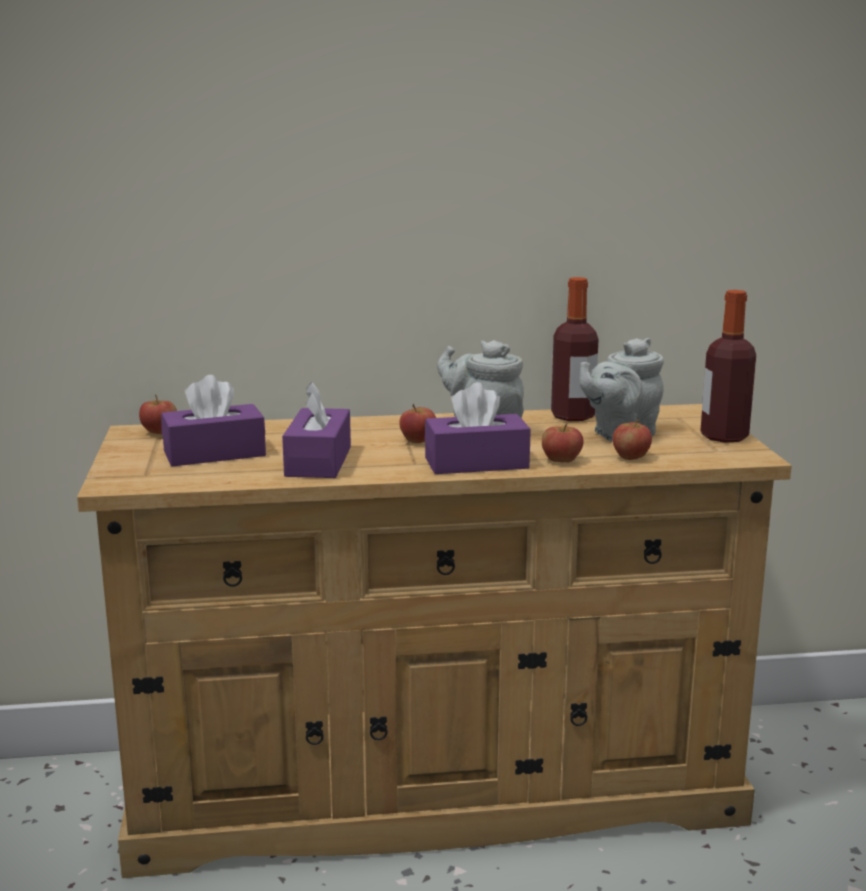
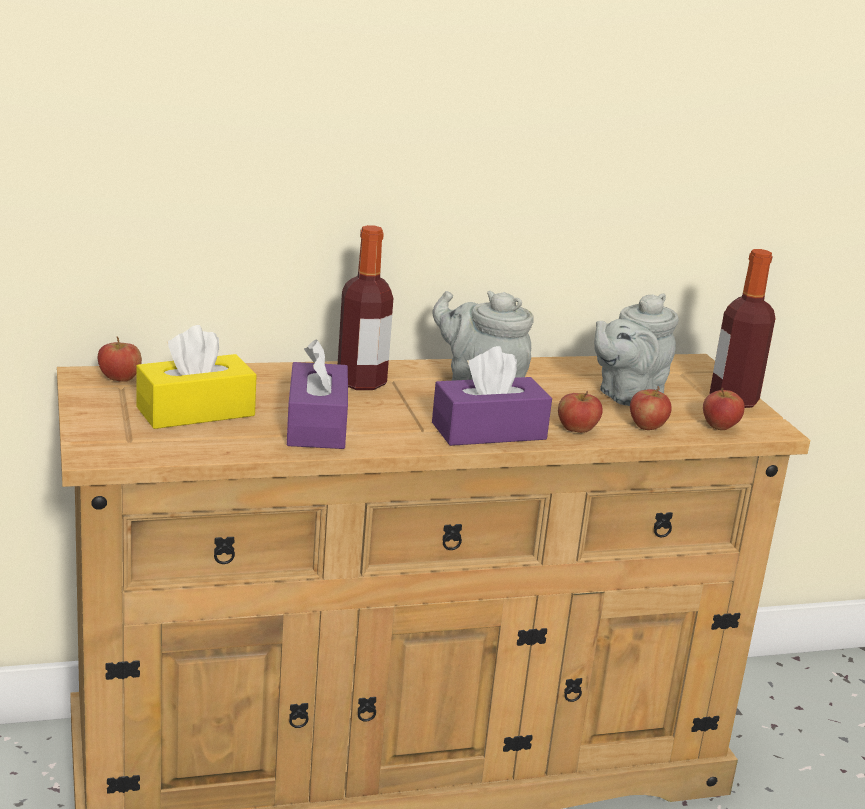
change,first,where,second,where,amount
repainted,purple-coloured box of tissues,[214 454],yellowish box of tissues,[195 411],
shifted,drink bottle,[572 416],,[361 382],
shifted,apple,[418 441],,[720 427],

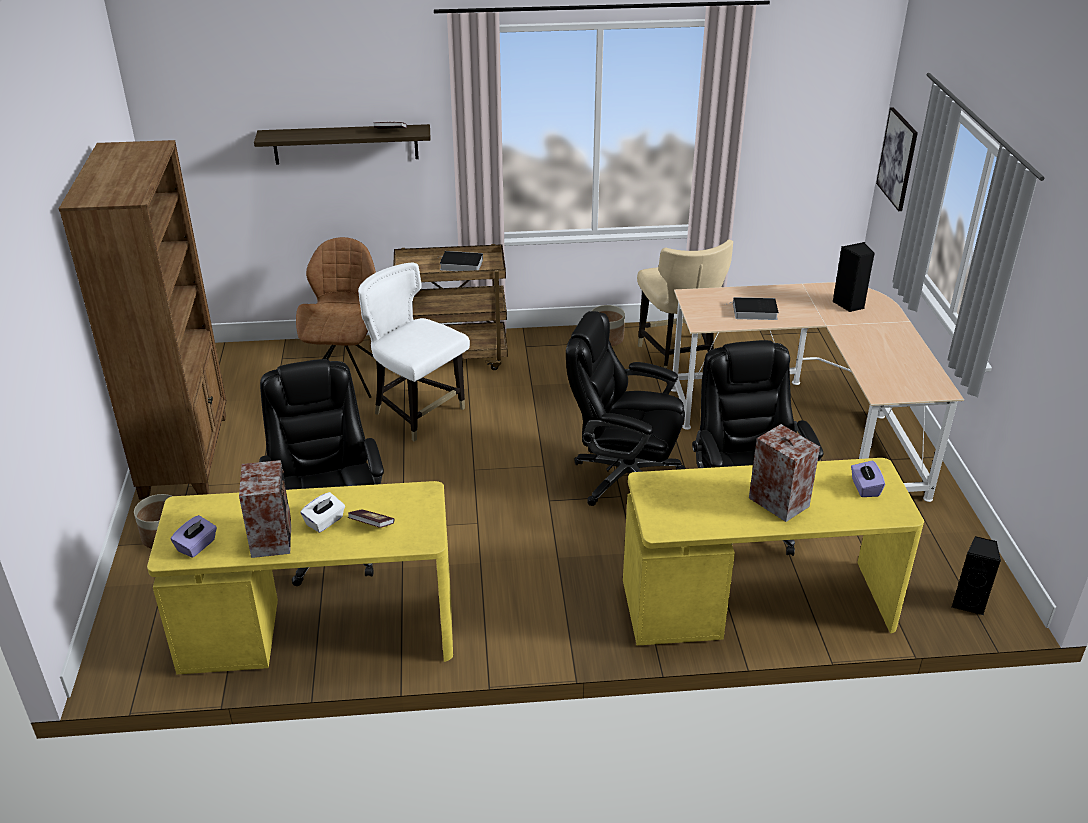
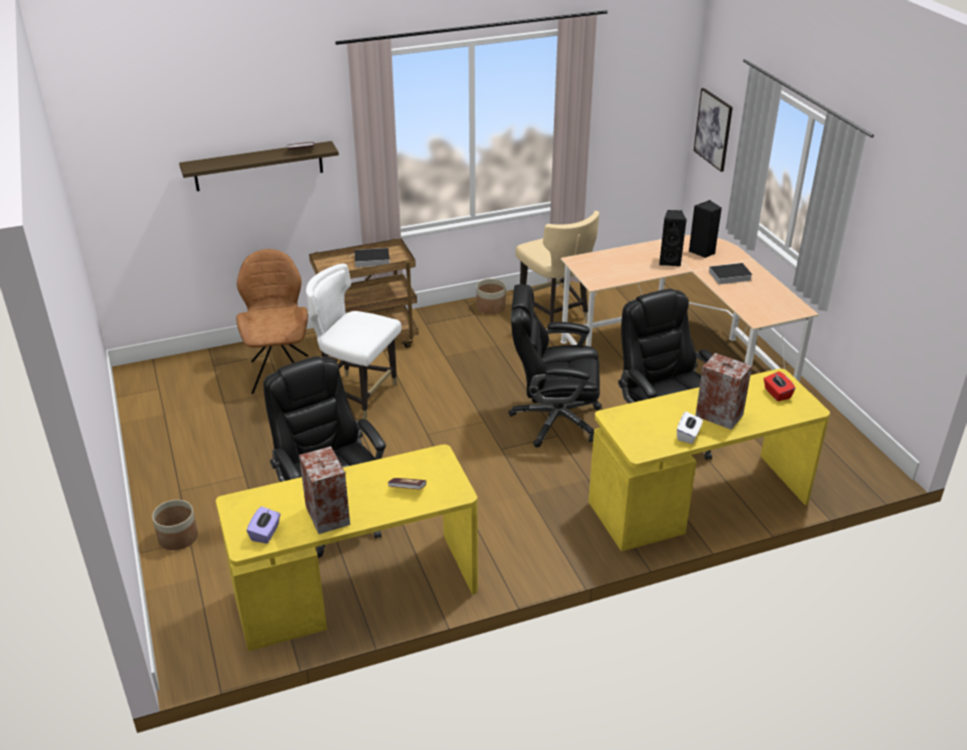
change,first,where,second,where,amount
shifted,blackish loudspeaker,[968 602],,[669 261],
shifted,white box of tissues,[325 522],,[688 435],
shifted,volume,[753 311],,[729 276],
repainted,purple-coloured box of tissues,[864 488],reddish box of tissues,[777 394],
gone,brown shelving unit,[186 454],,,

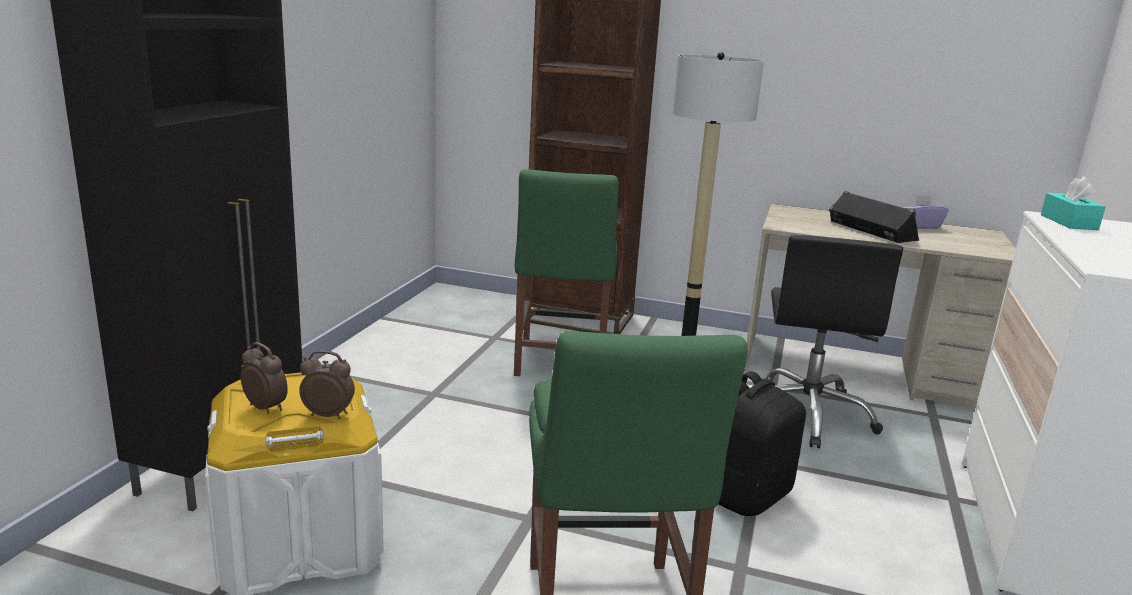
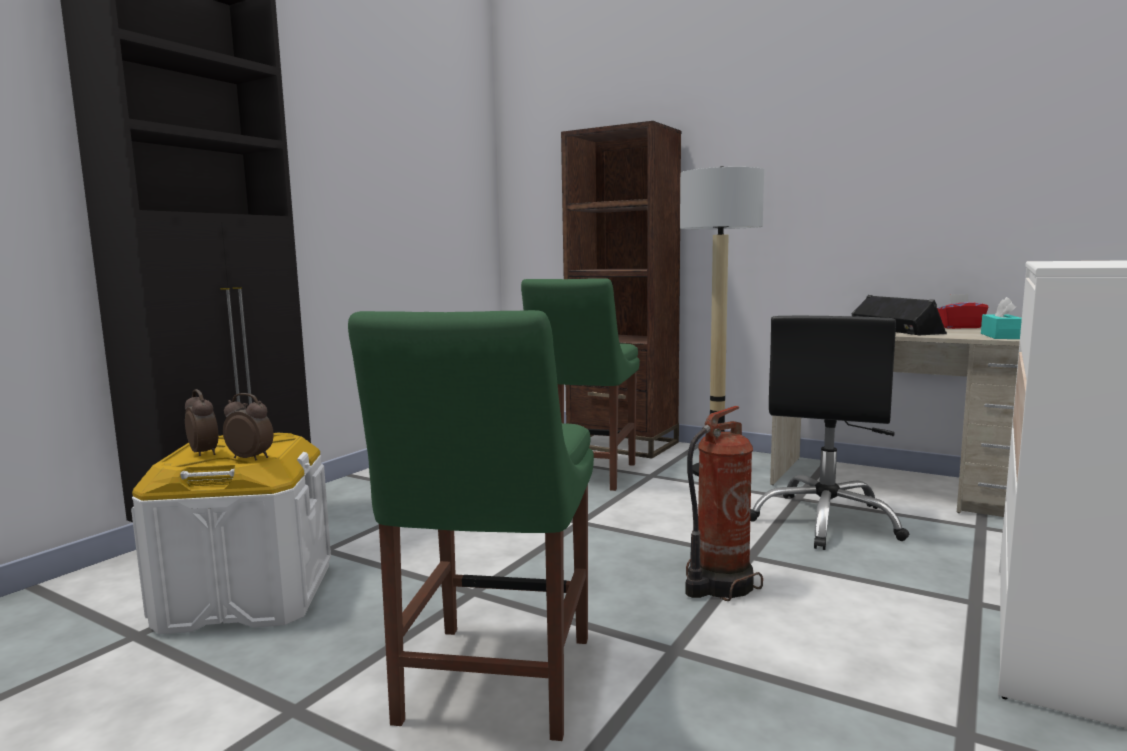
change,first,where,second,where,amount
swapped,blackish backpack,[747 495],fire-fighting cylinder,[718 586],
repainted,purple-coloured box of tissues,[919 226],reddish box of tissues,[958 327],
shifted,turquoise-coloured box of tissues,[1068 222],,[1000 336],

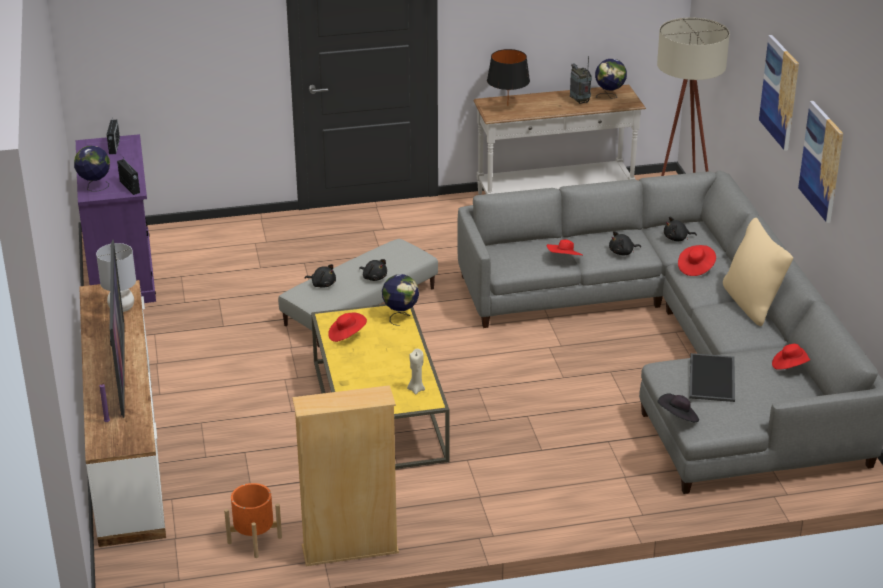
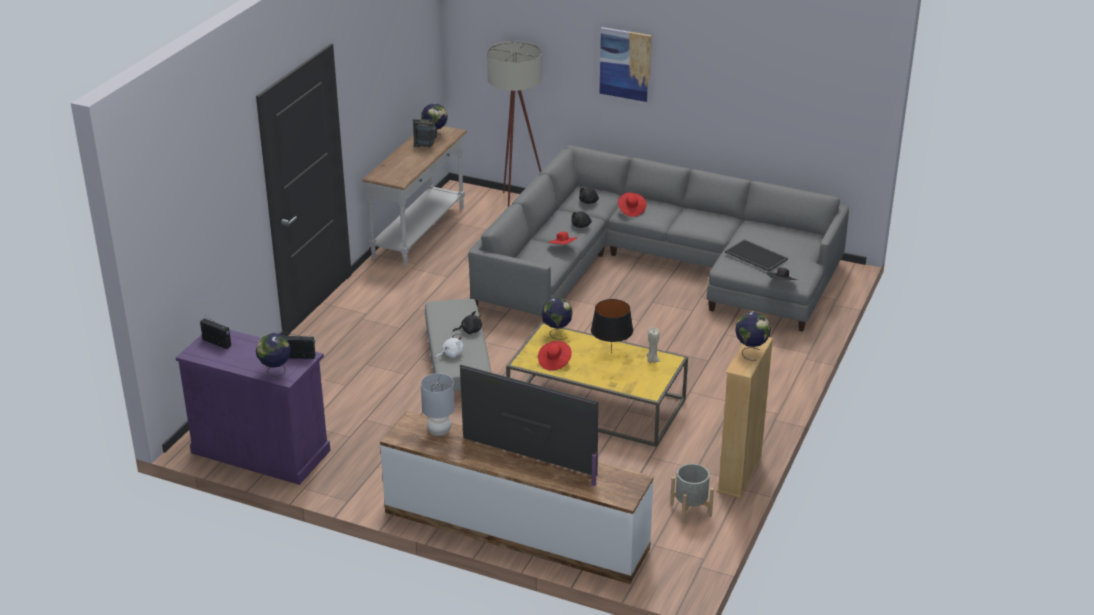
change,first,where,second,where,amount
repainted,blackish soft toy,[322 284],white soft toy,[451 354],
shifted,blackish tabletop lamp,[508 106],,[611 353],
repainted,orangey flower pot,[255 540],greyish flower pot,[691 510],
new,,,desk globe,[751 352],
gone,sand-coloured throw pillow,[752 304],,,
gone,reddish wearable hat,[790 366],,,
gone,picture,[822 161],,,

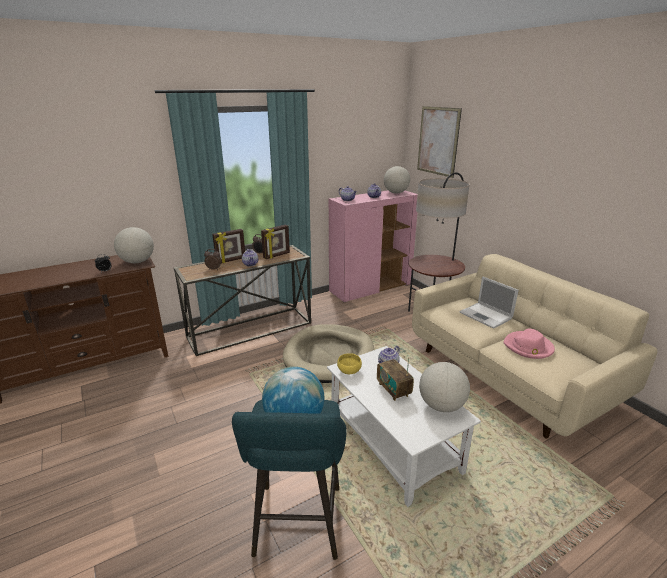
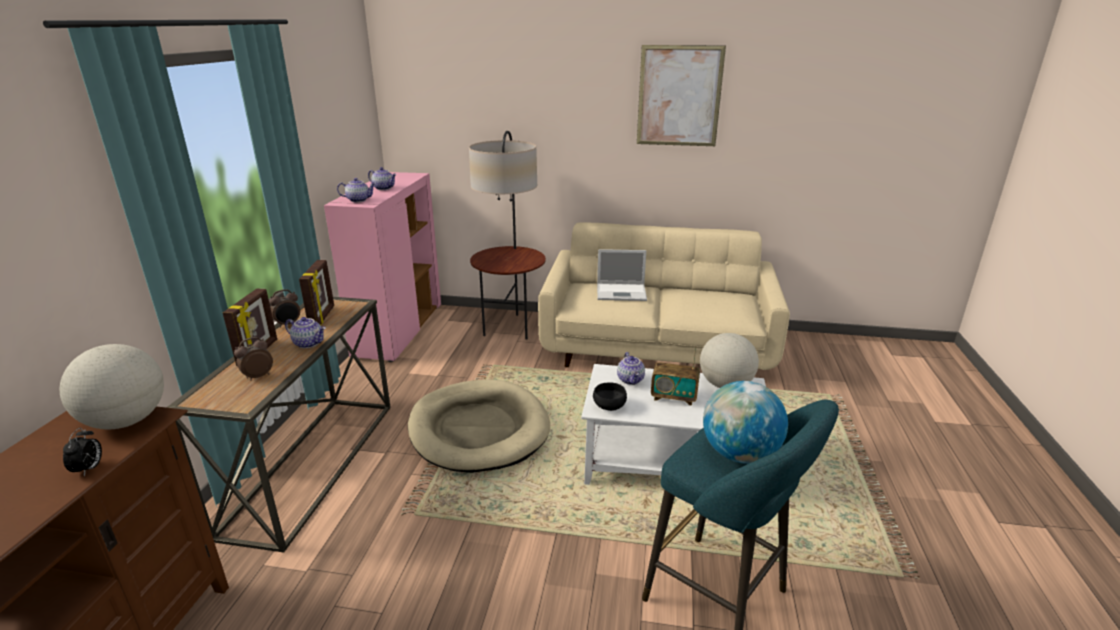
change,first,where,second,where,amount
repainted,yellowish deep dish,[348 370],blackish deep dish,[608 406],
shifted,picture,[438 141],,[679 96],
gone,desk globe,[396 193],,,
gone,pink wearable hat,[528 347],,,

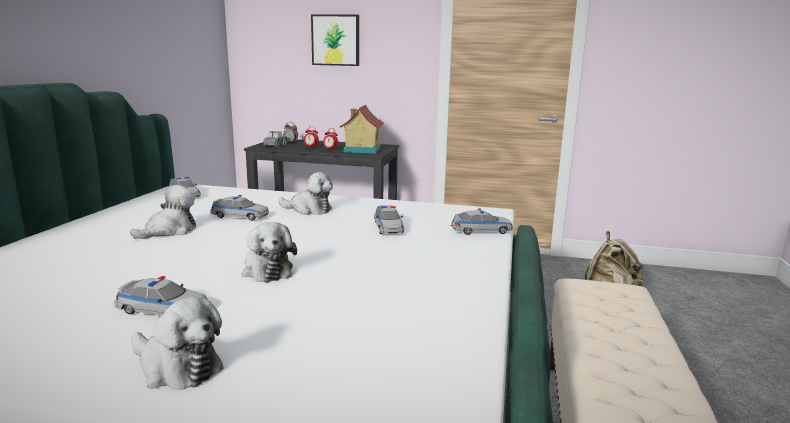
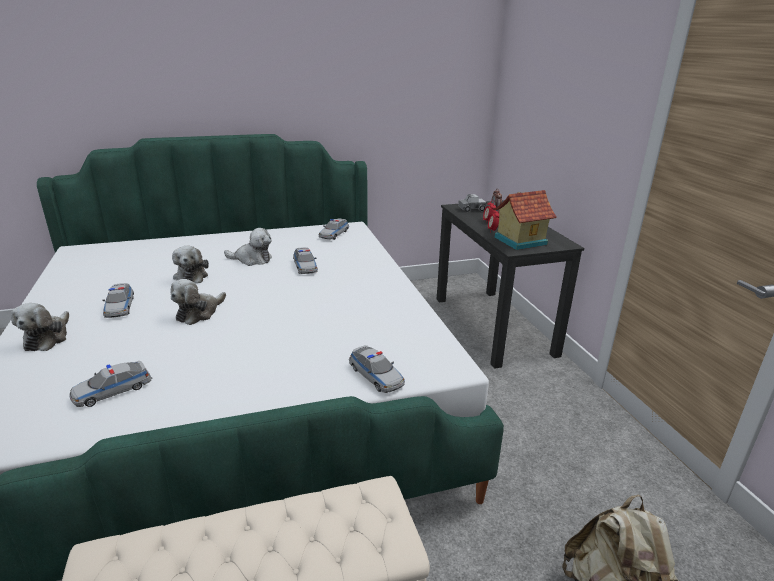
change,first,where,second,where,amount
shifted,model car,[388 227],,[112 391],
shifted,soft toy,[309 209],,[191 276],
gone,picture,[336 40],,,

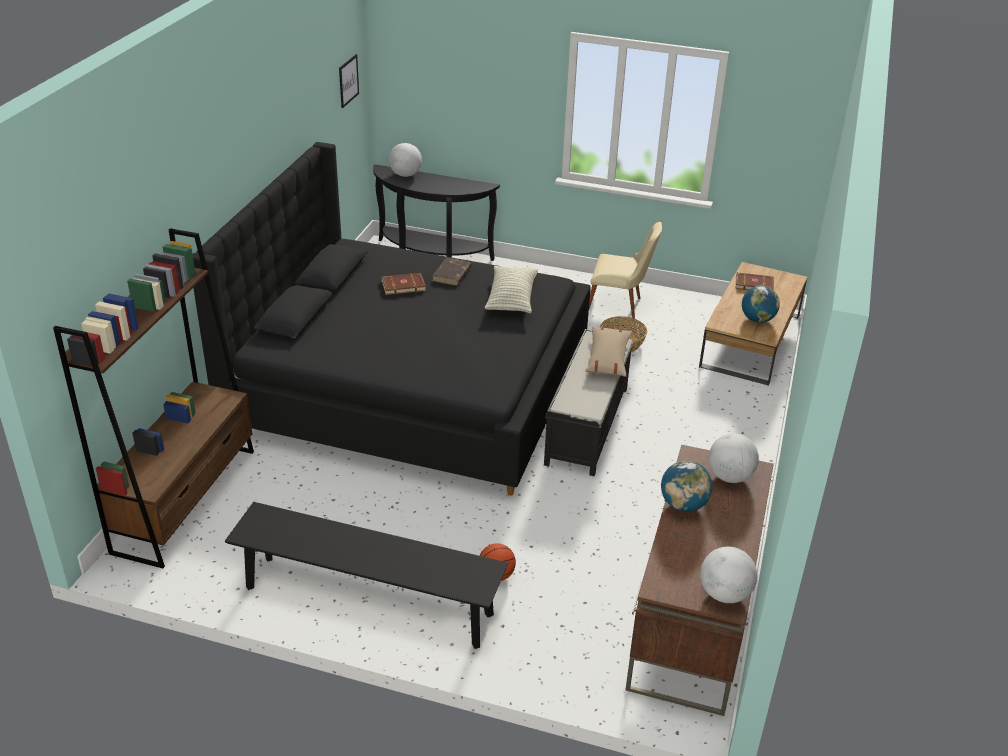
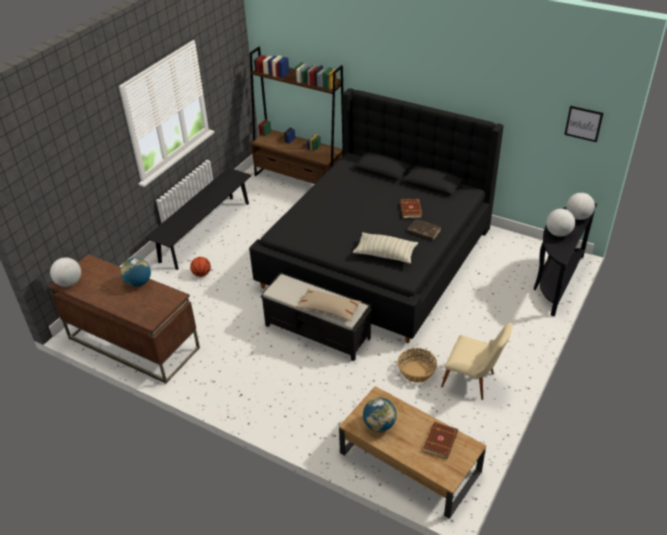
change,first,where,second,where,amount
rotated,sand-coloured chair,[619 307],,[473 382],90 degrees counterclockwise
shifted,desk globe,[730 477],,[558 233],

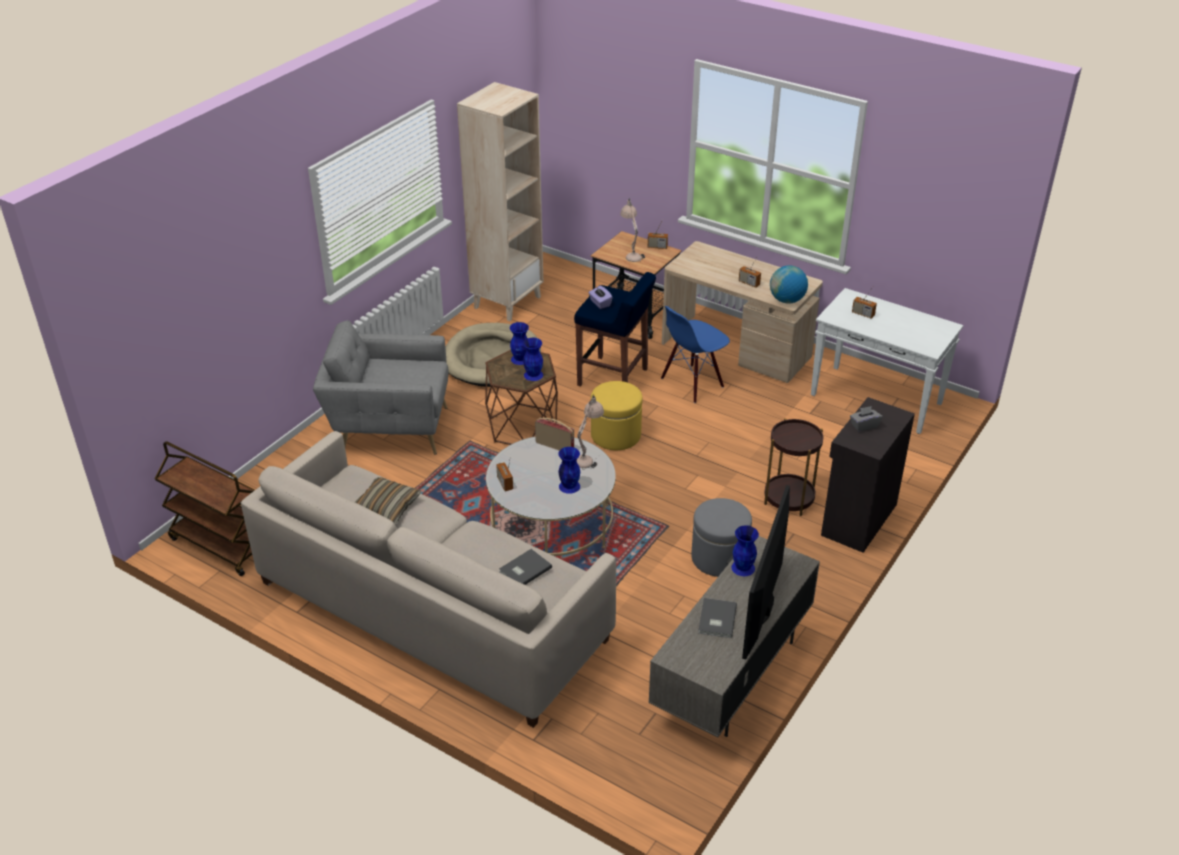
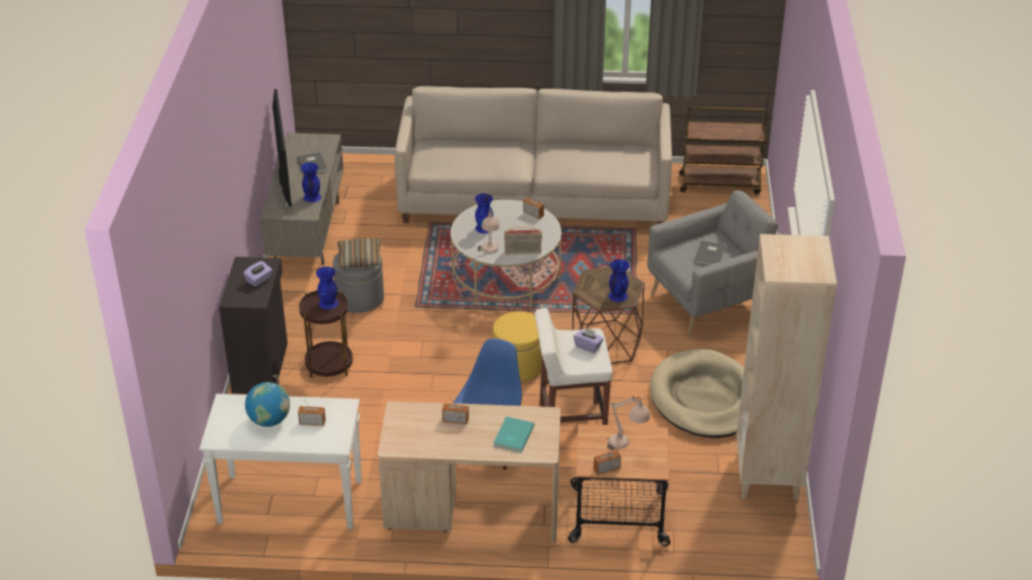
change,first,where,second,where,amount
repainted,greyish box of tissues,[864 425],purple-coloured box of tissues,[259 280],
shifted,desk globe,[787 300],,[269 420],
shifted,bluish flower vase,[533 375],,[328 303],
shifted,throw pillow,[387 507],,[359 259],
new,,,turquoise-coloured volume,[512 436],
repainted,bluish stool,[614 378],white stool,[570 424],
shifted,greyish volume,[524 569],,[711 255],

